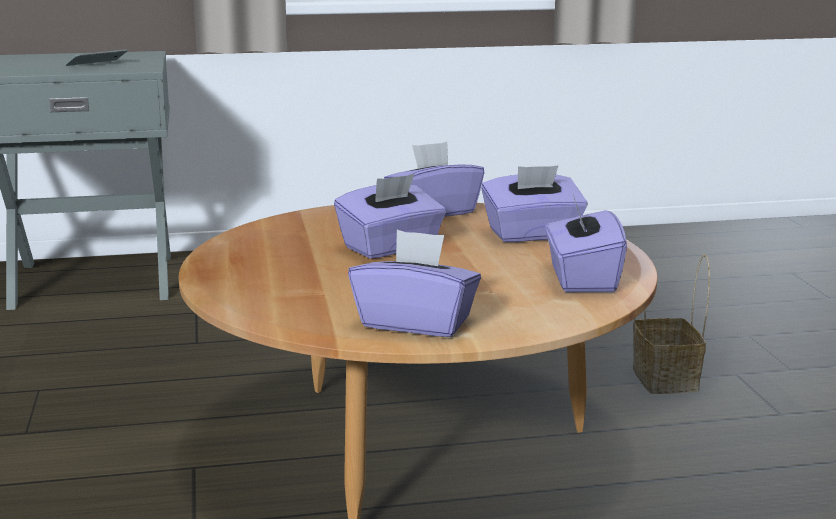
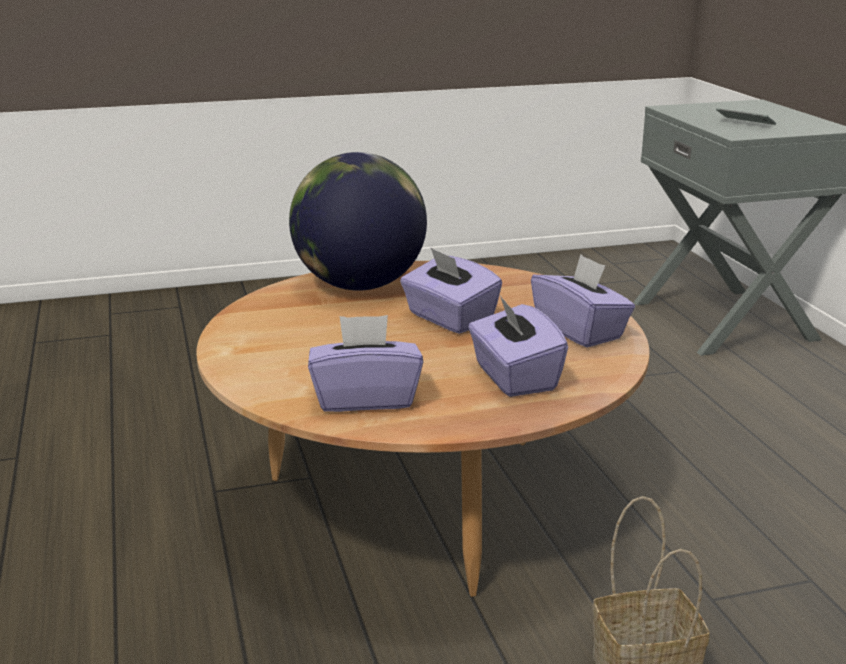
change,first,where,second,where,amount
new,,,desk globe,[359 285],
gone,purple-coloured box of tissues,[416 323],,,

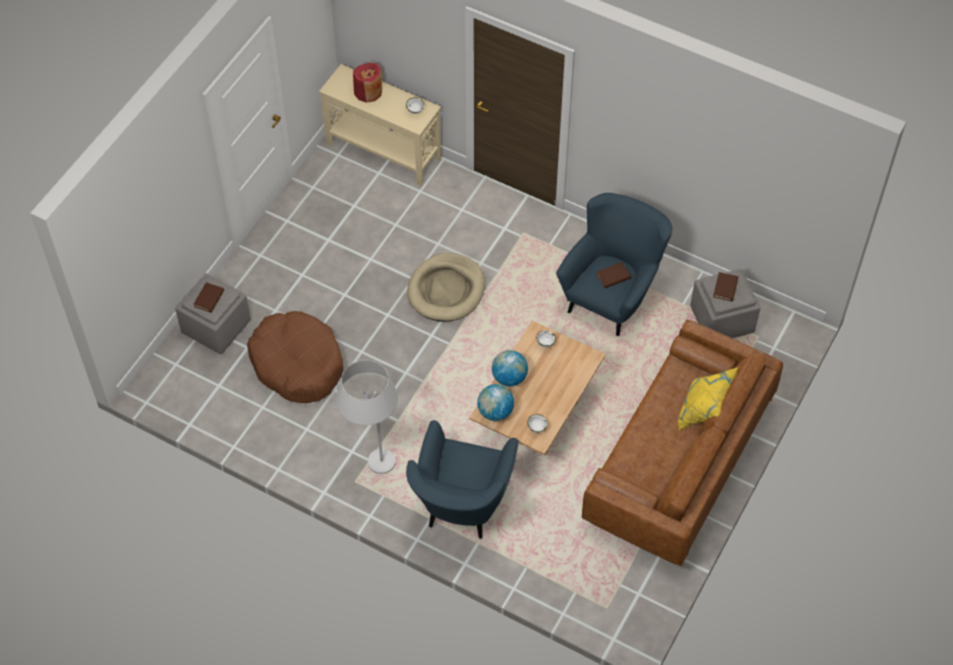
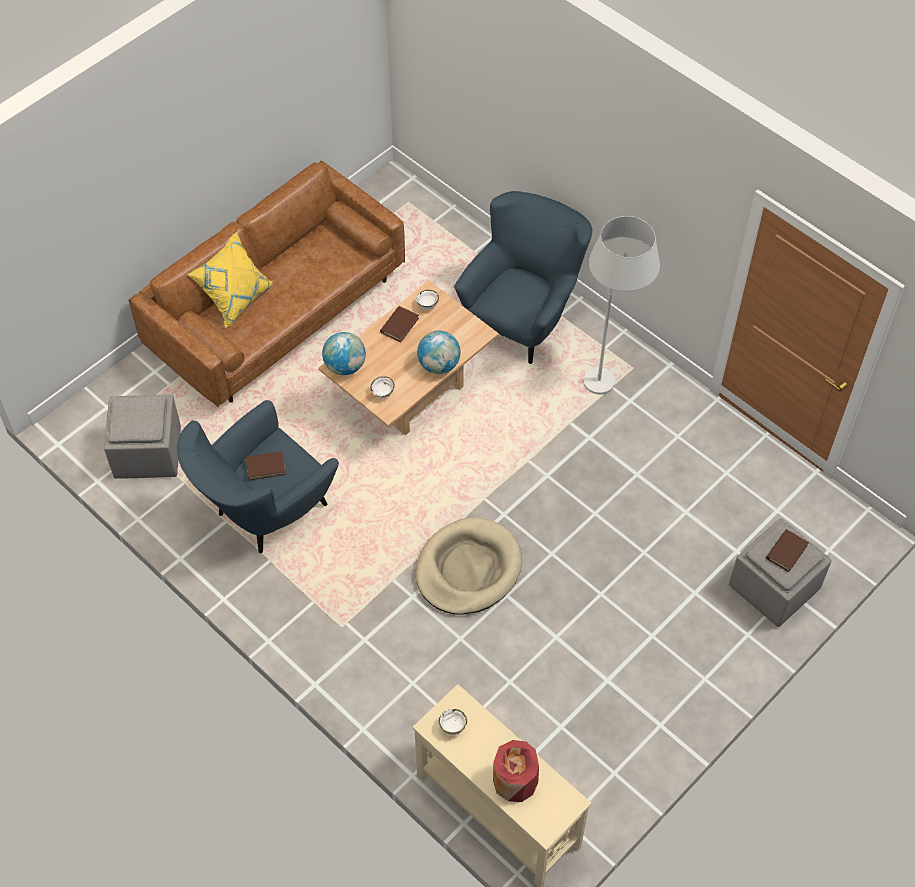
change,first,where,second,where,amount
shifted,desk globe,[495 412],,[345 366],
shifted,brown volume,[725 288],,[399 325],
gone,brown dog cushion,[297 364],,,

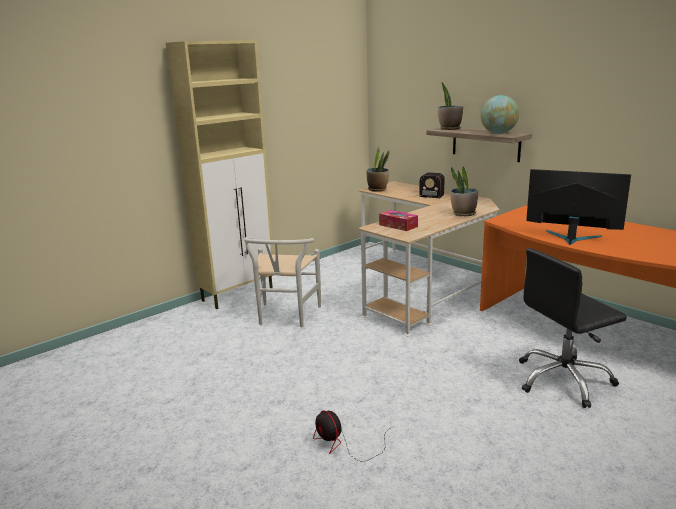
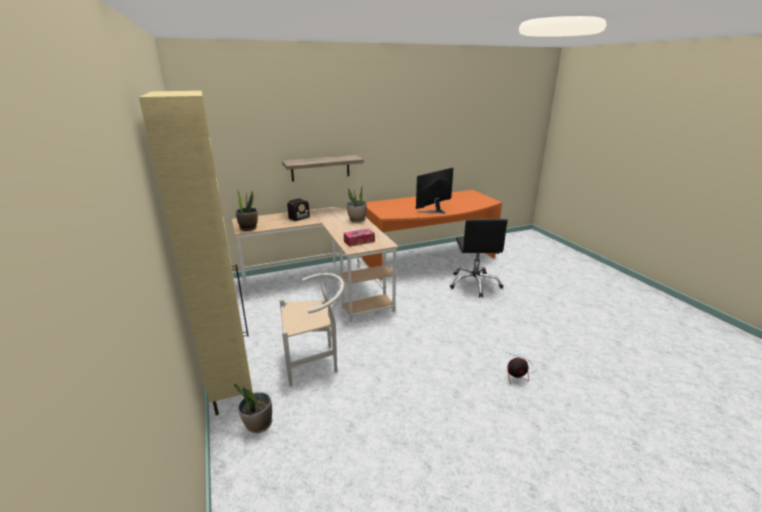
change,first,where,second,where,amount
shifted,houseplant,[449 129],,[258 424],
rotated,white chair,[285 317],,[315 362],45 degrees counterclockwise
gone,desk globe,[498 133],,,

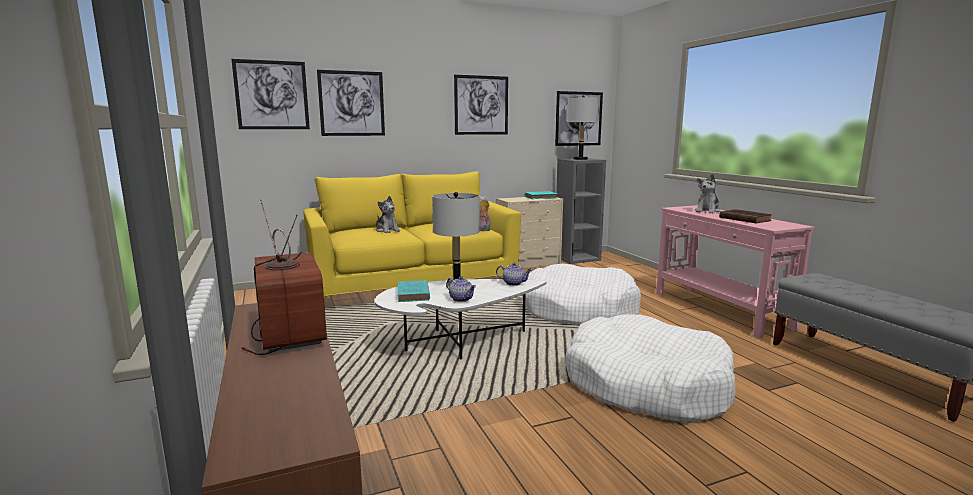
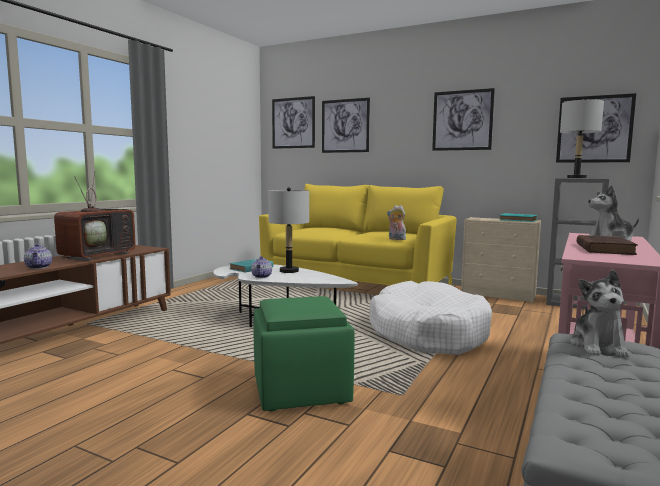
change,first,where,second,where,amount
shifted,tea pot,[514 283],,[39 267],
swapped,white dog cushion,[646 385],greenish ottoman,[302 390],
shifted,soft toy,[387 230],,[598 346],

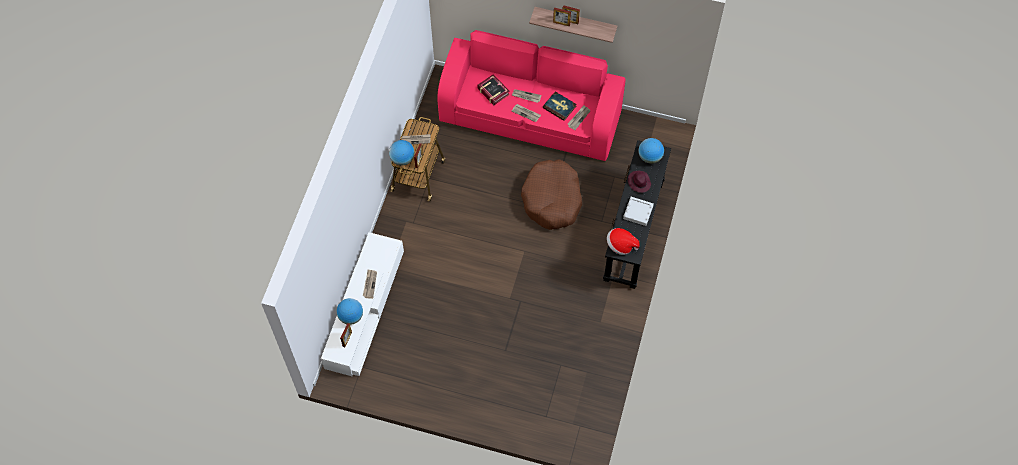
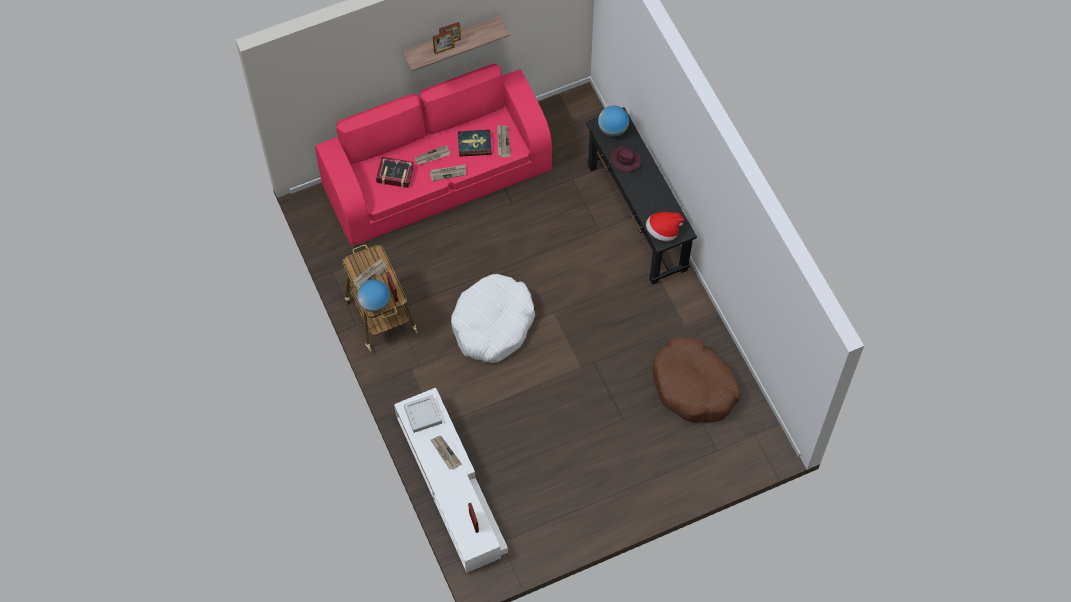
change,first,where,second,where,amount
shifted,greyish tray,[638 212],,[423 415],
new,,,white dog cushion,[493 324],
shifted,brown dog cushion,[552 199],,[694 386],
gone,desk globe,[351 316],,,

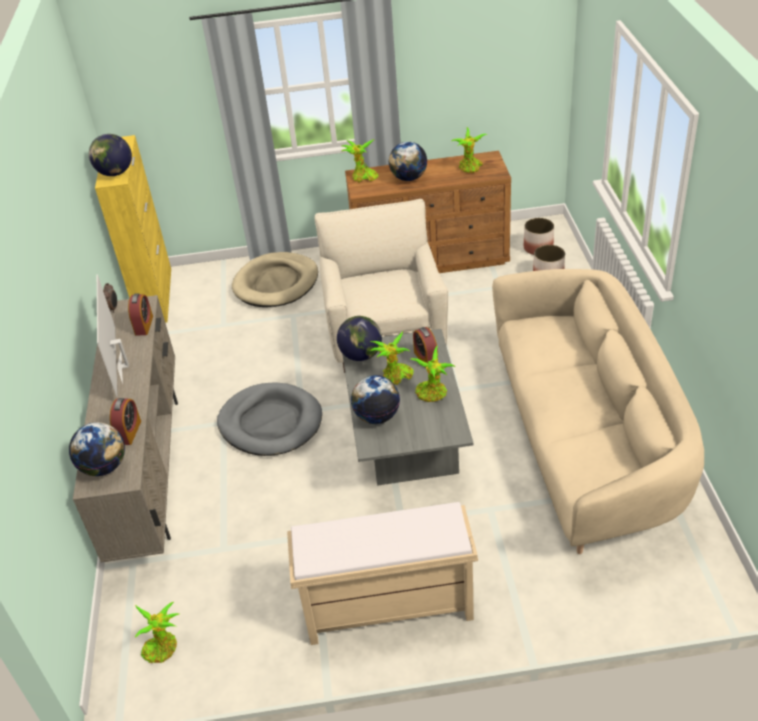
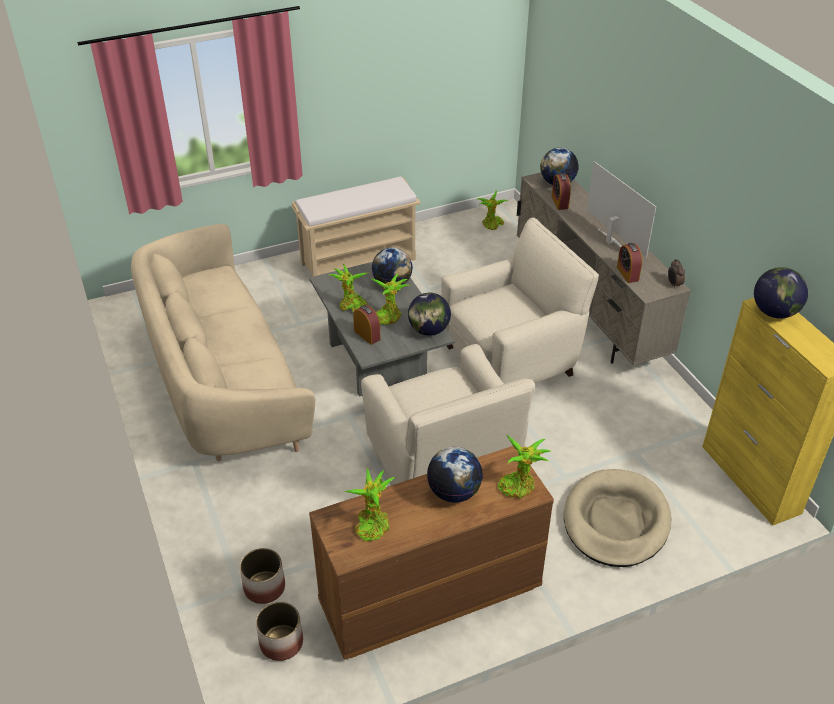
change,first,where,second,where,amount
swapped,greyish dog cushion,[270 422],sand-coloured lounge chair,[511 360],

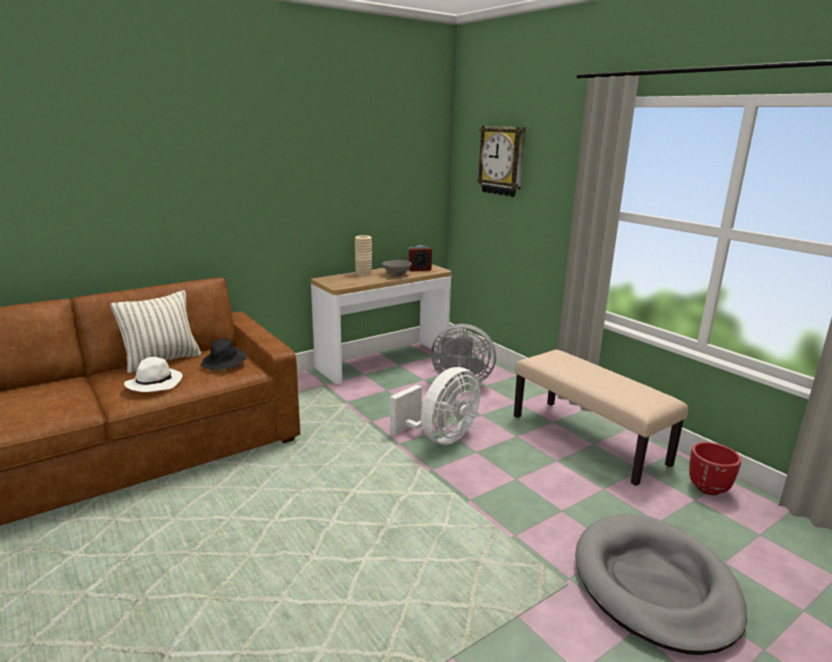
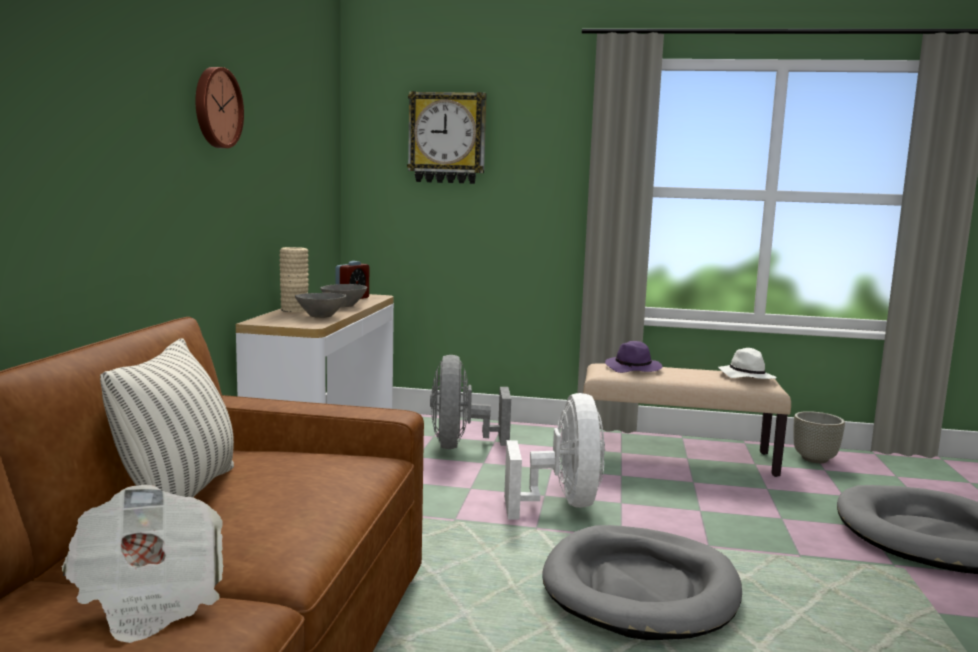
change,first,where,second,where,amount
new,,,newspaper,[149 597],
new,,,wall clock,[216 108],
new,,,greyish deep dish,[320 316],
rotated,greyish fan,[460 381],,[461 445],120 degrees clockwise
new,,,greyish dog cushion,[641 588],
new,,,purple-coloured wearable hat,[633 369],
shifted,white wearable hat,[155 383],,[745 376],
repainted,reddish flower pot,[708 489],greyish flower pot,[815 459],
gone,blackish wearable hat,[224 363],,,

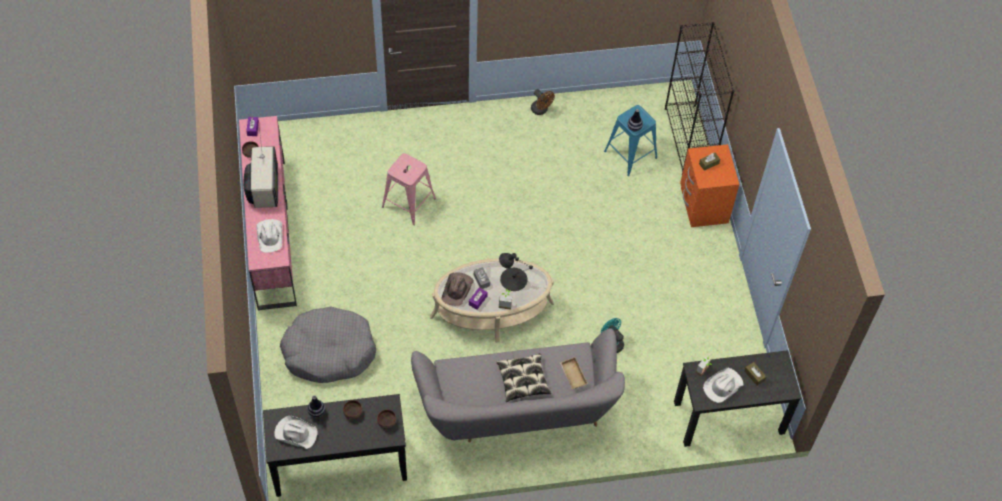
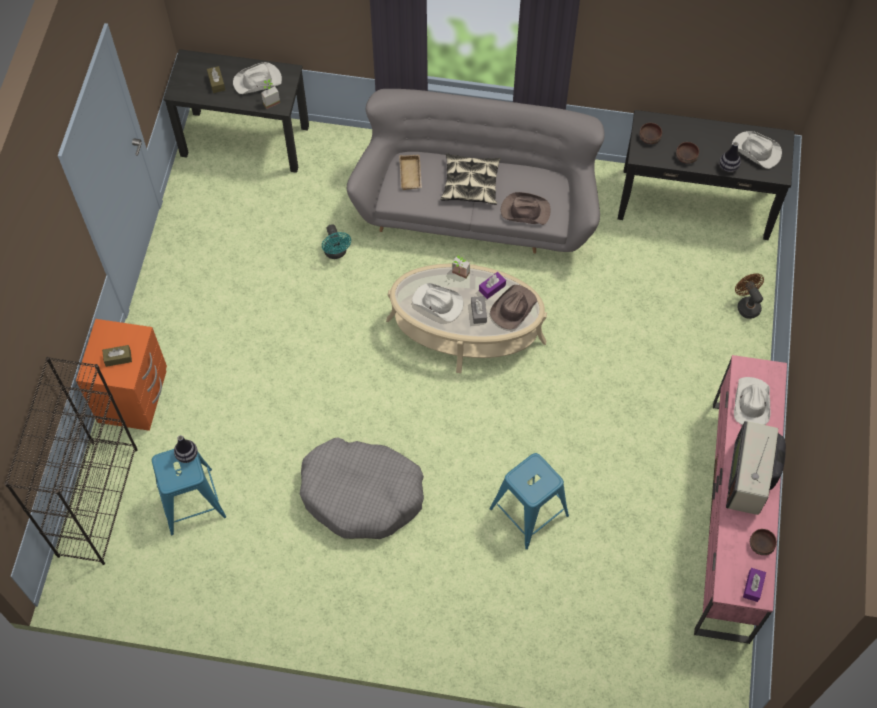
change,first,where,second,where,amount
shifted,greyish dog cushion,[329 351],,[362 494],
swapped,blackish tabletop lamp,[513 279],white wearable hat,[438 303],
repainted,pink stool,[408 202],bluish stool,[529 512],
new,,,brown wearable hat,[524 211],
shifted,brown fan,[541 110],,[746 305],

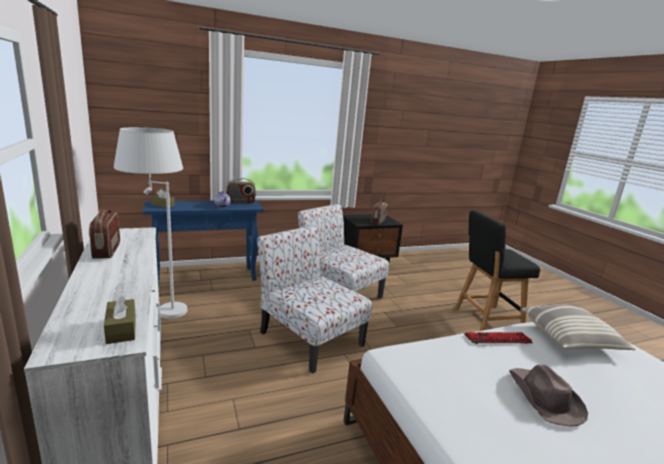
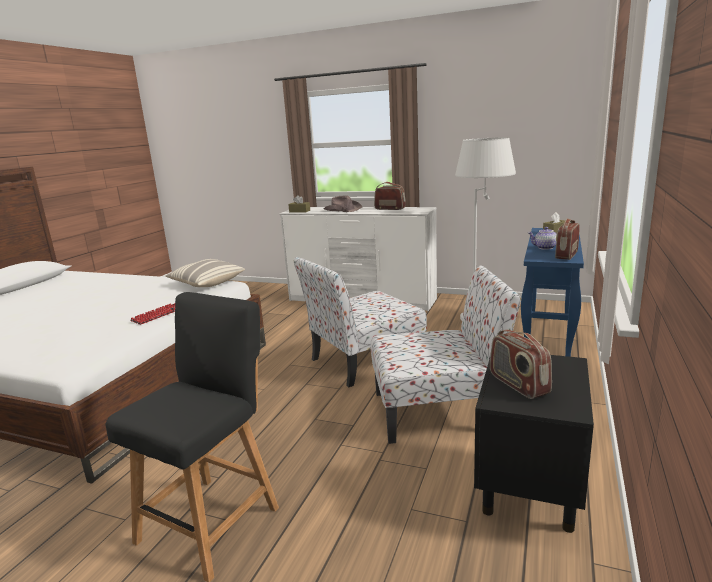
change,first,where,second,where,amount
shifted,throw pillow,[570 339],,[206 283],
rotated,chair,[309 337],,[364 361],150 degrees clockwise
shifted,brown wearable hat,[543 398],,[342 210],

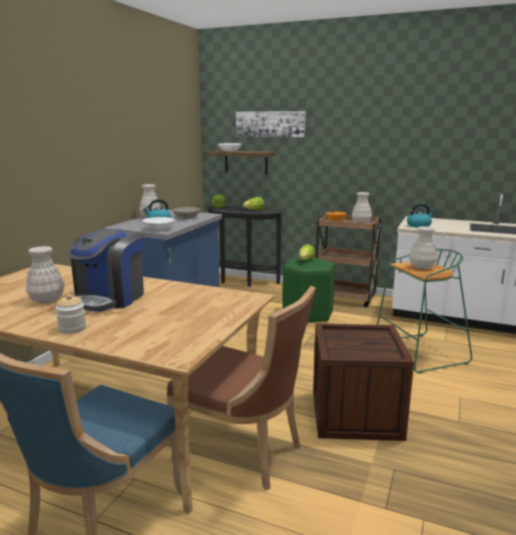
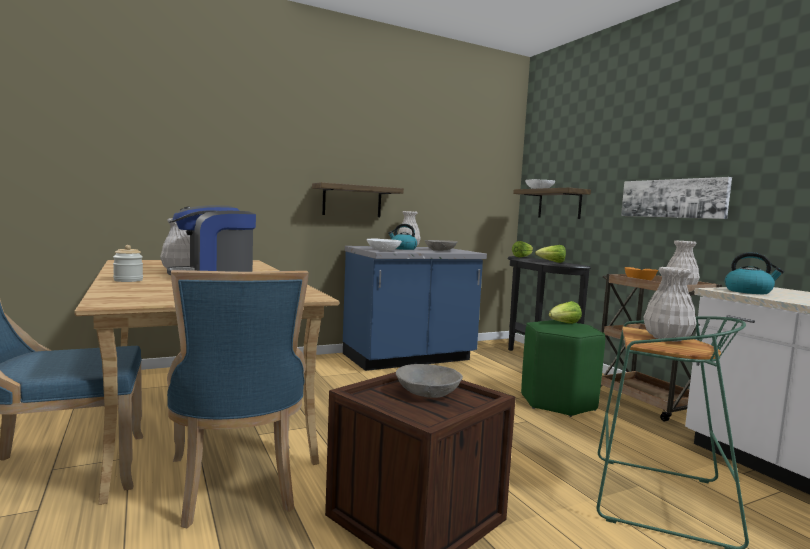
change,first,where,second,where,amount
repainted,brown chair,[243 452],bluish chair,[236 485],
new,,,shelf,[352 201],
new,,,greyish deep dish,[427 393],
shifted,picture,[270 124],,[672 198],

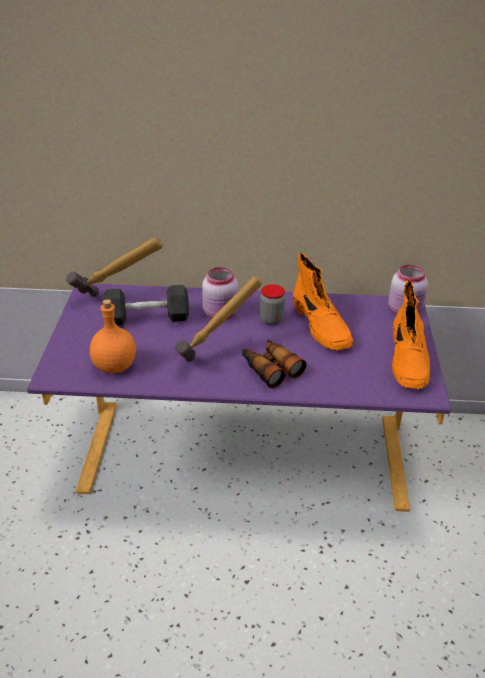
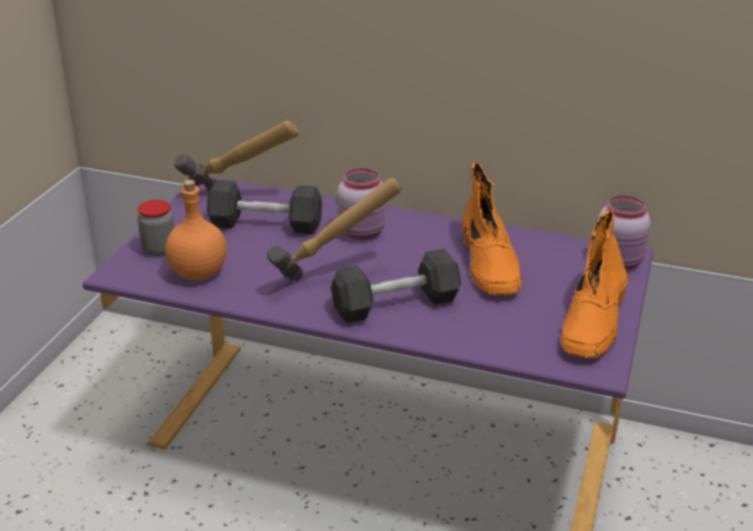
change,first,where,second,where,amount
shifted,preserve jar,[271 320],,[159 249],
swapped,binoculars,[270 368],blackish dumbbell,[395 304],

